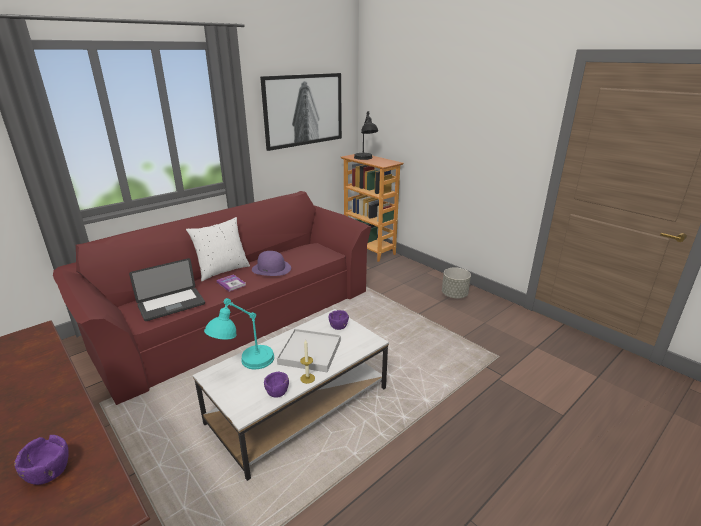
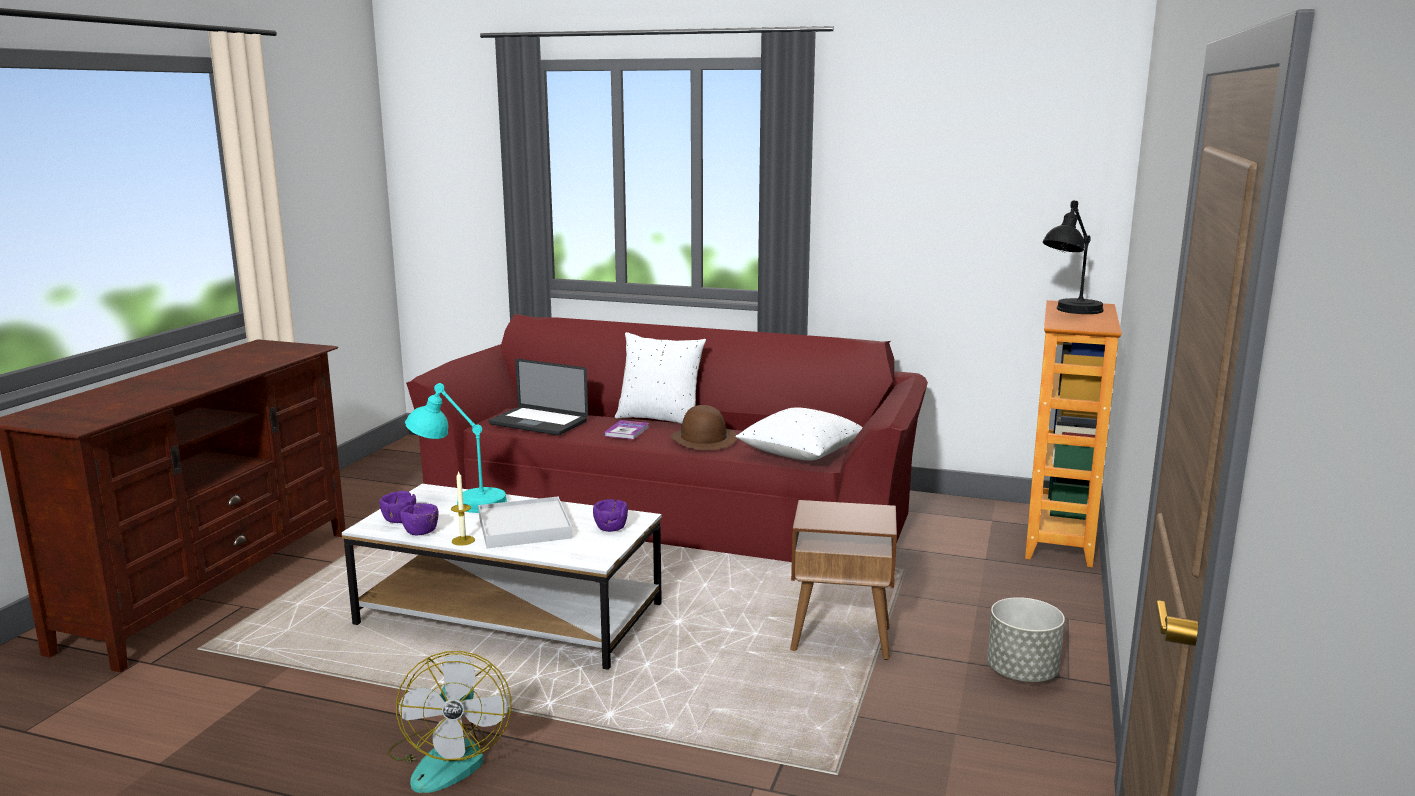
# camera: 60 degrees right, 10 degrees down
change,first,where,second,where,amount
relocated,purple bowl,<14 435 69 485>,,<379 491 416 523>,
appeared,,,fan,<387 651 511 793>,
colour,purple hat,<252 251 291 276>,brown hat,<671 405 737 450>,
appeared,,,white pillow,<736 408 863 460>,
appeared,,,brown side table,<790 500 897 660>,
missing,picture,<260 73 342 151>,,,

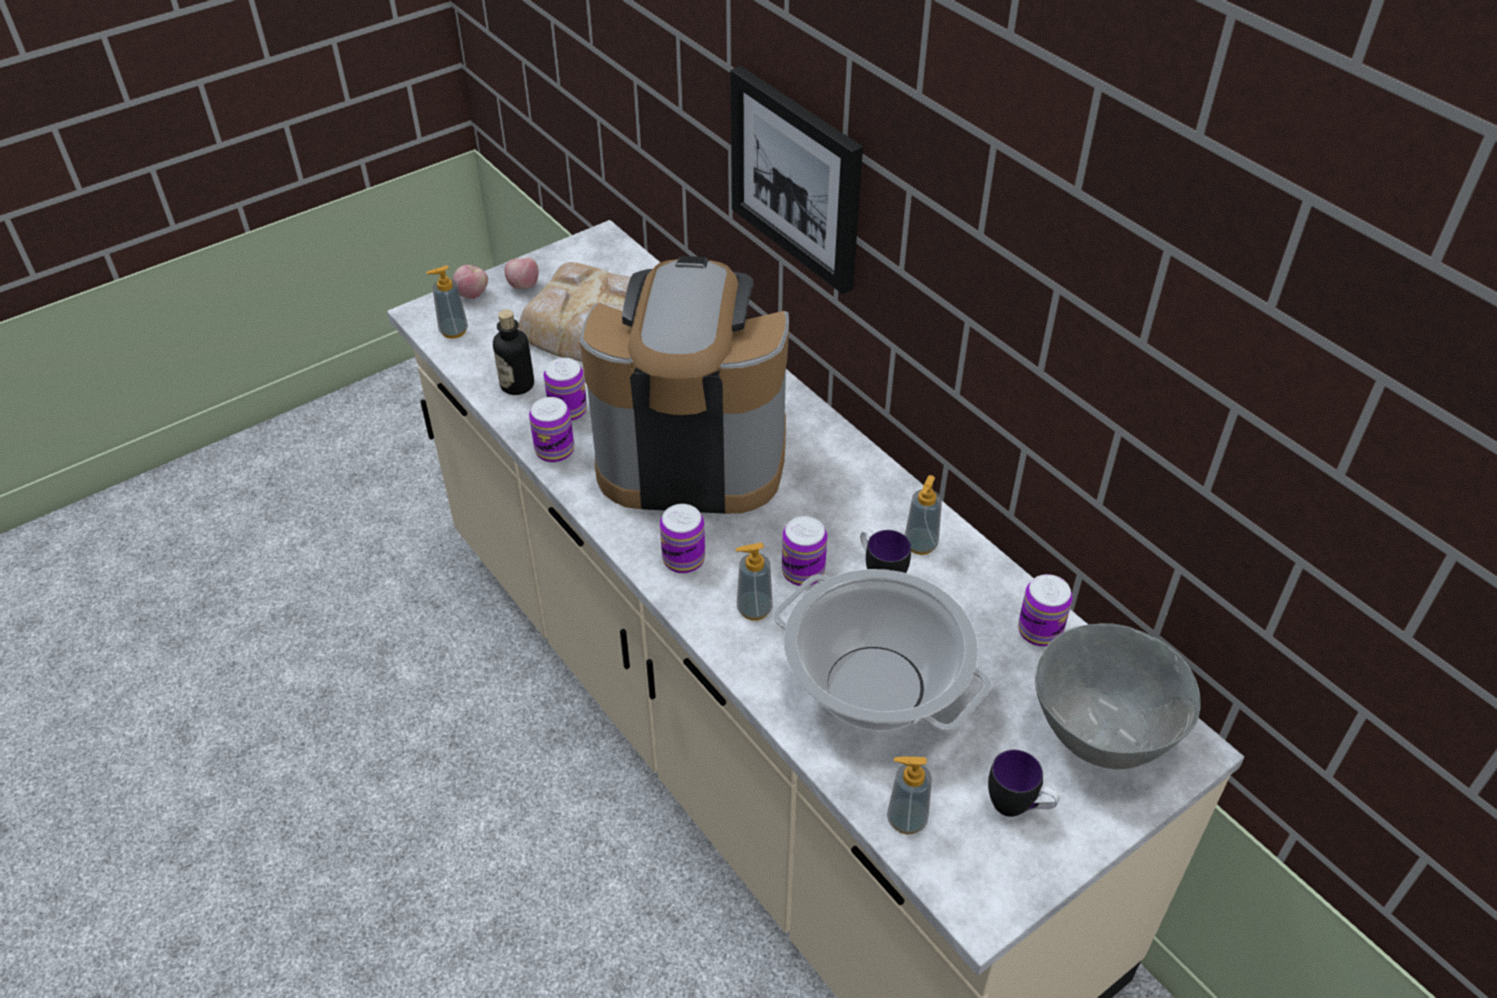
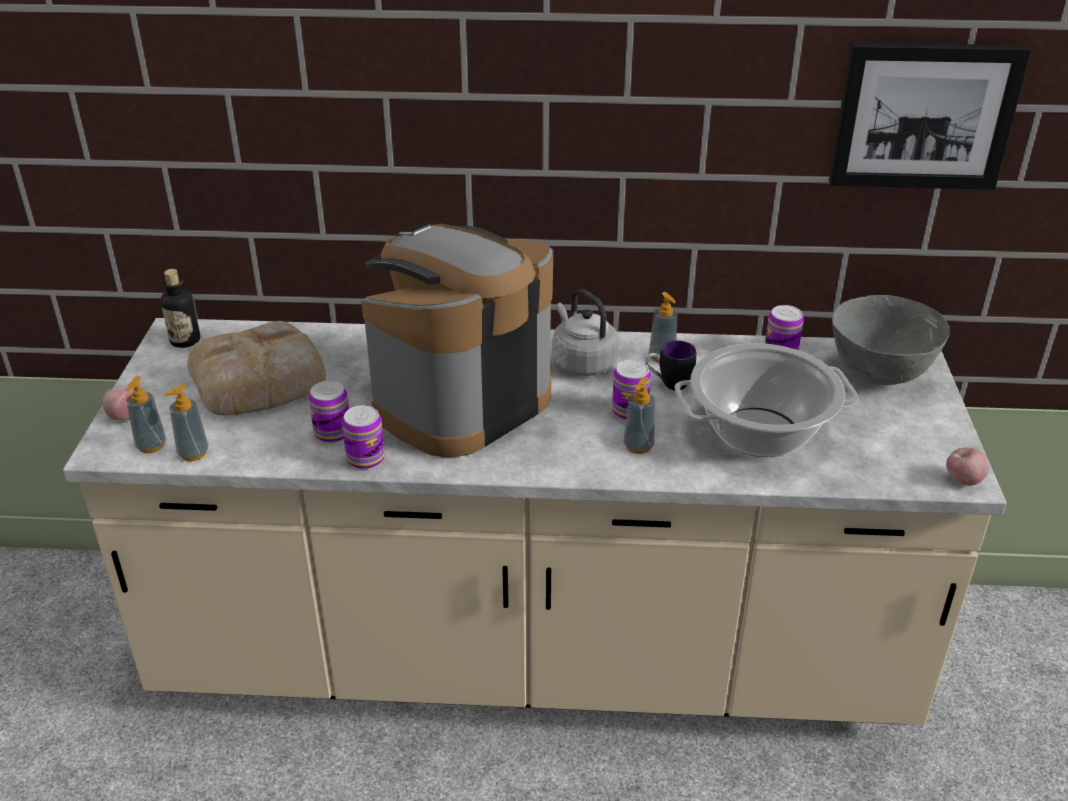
# camera: 50 degrees left, 10 degrees down
change,first,where,second,where,amount
relocated,bottle,<493 310 534 395>,,<161 269 200 348>,
relocated,soap dispenser,<887 756 932 835>,,<164 384 208 461>,
appeared,,,grey kettle,<552 289 619 376>,
relocated,picture,<730 66 863 294>,,<829 42 1031 190>,
relocated,apple,<504 257 539 289>,,<946 447 988 486>,
missing,can,<660 504 705 574>,,,
missing,mug,<988 750 1060 817>,,,

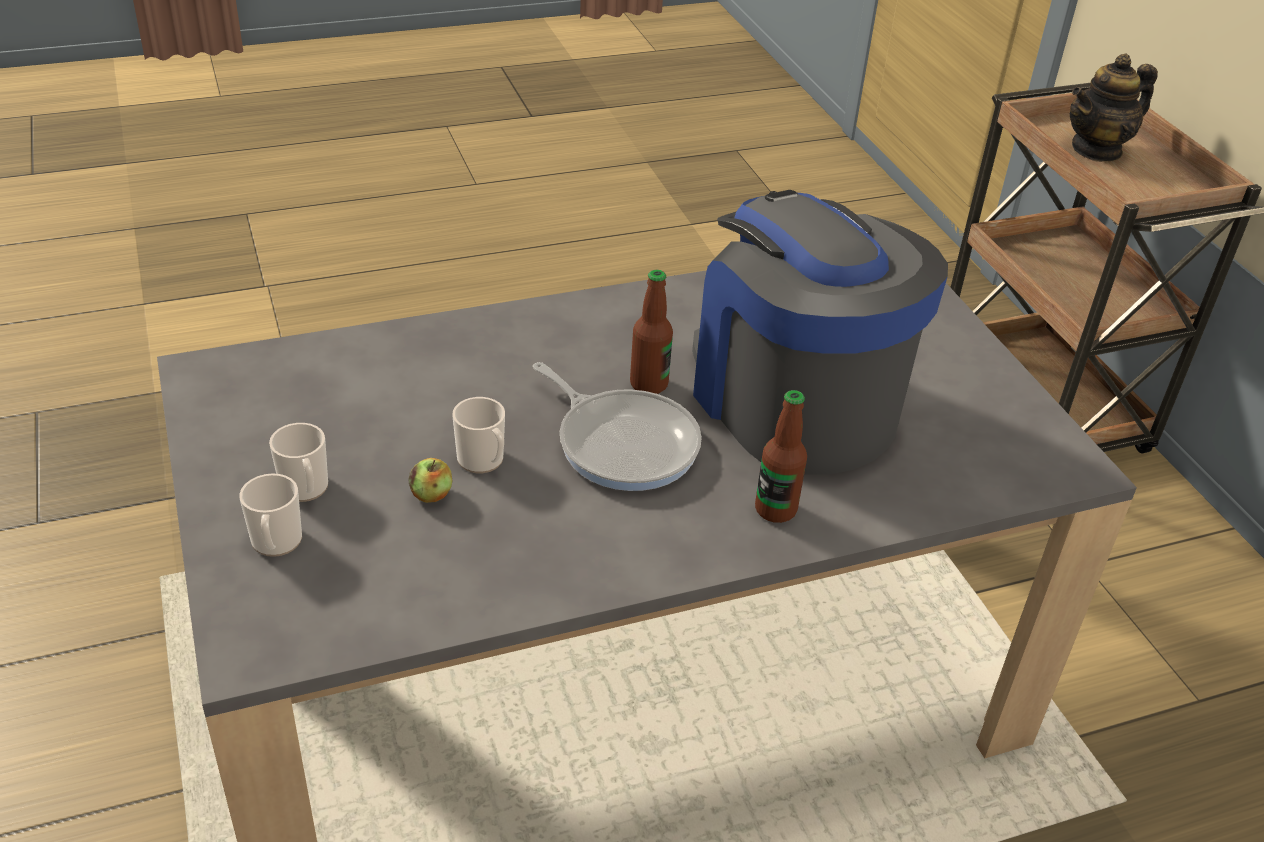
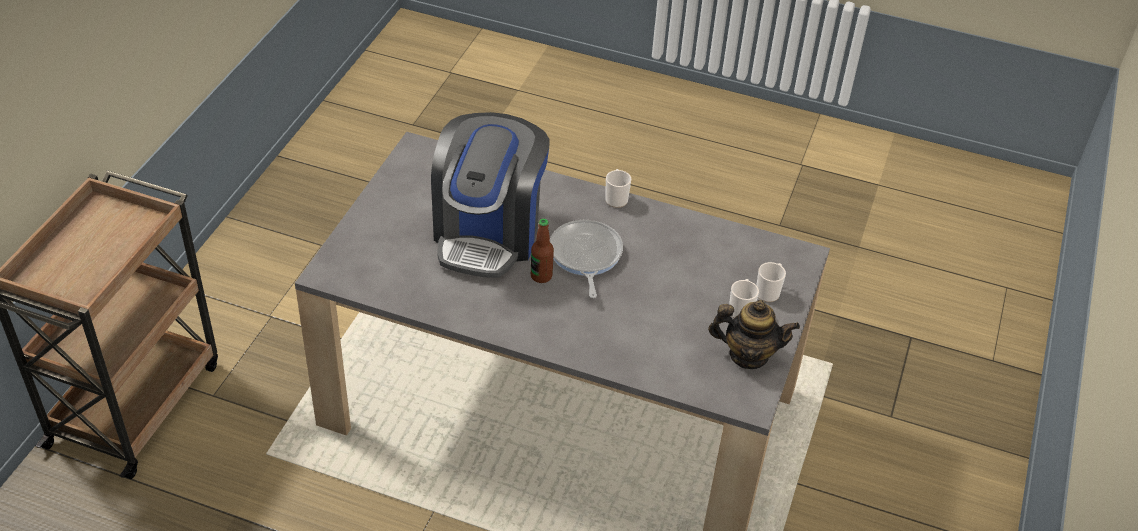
# camera: 140 degrees left, 5 degrees up
change,first,where,second,where,amount
relocated,mug,<452 397 505 473>,,<605 169 631 208>,
relocated,teapot,<1070 54 1158 162>,,<708 300 800 369>,
missing,apple,<409 458 452 503>,,,
missing,bottle,<755 390 807 523>,,,

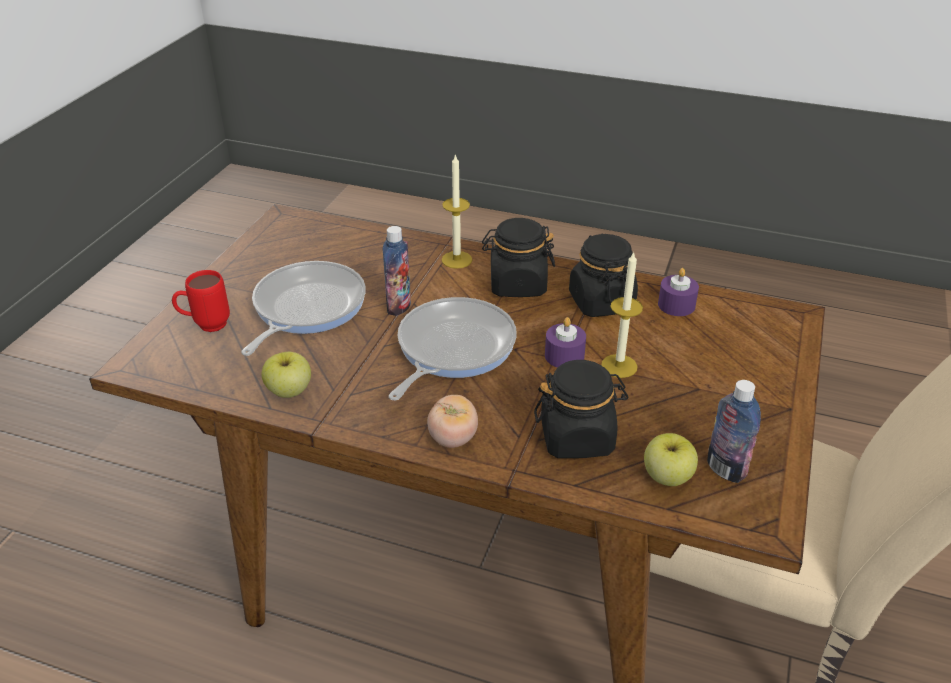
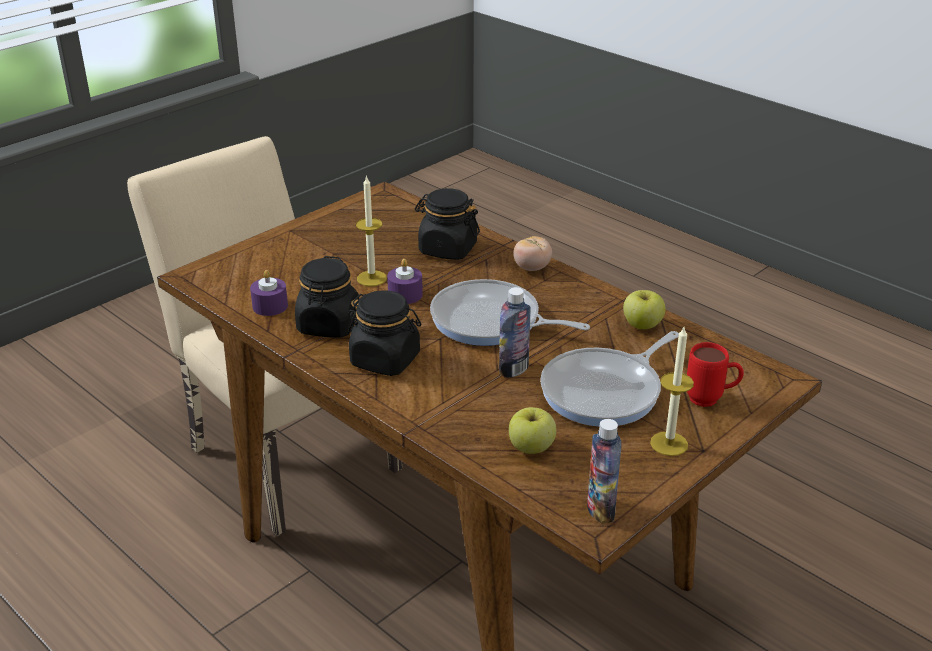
# camera: 155 degrees left, 5 degrees down
change,first,where,second,where,amount
spun,frying pan,<389 297 517 401>,,<430 279 590 346>,60 degrees clockwise
relocated,apple,<644 433 698 486>,,<509 407 556 454>,
relocated,bottle,<707 380 761 483>,,<587 419 622 524>,
relocated,candle,<441 154 472 269>,,<650 327 694 456>,

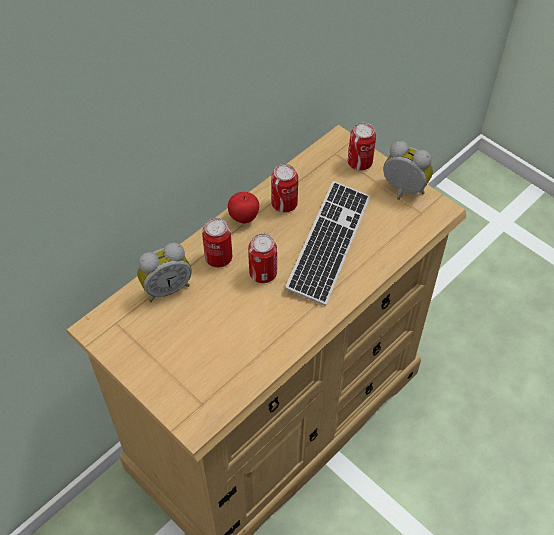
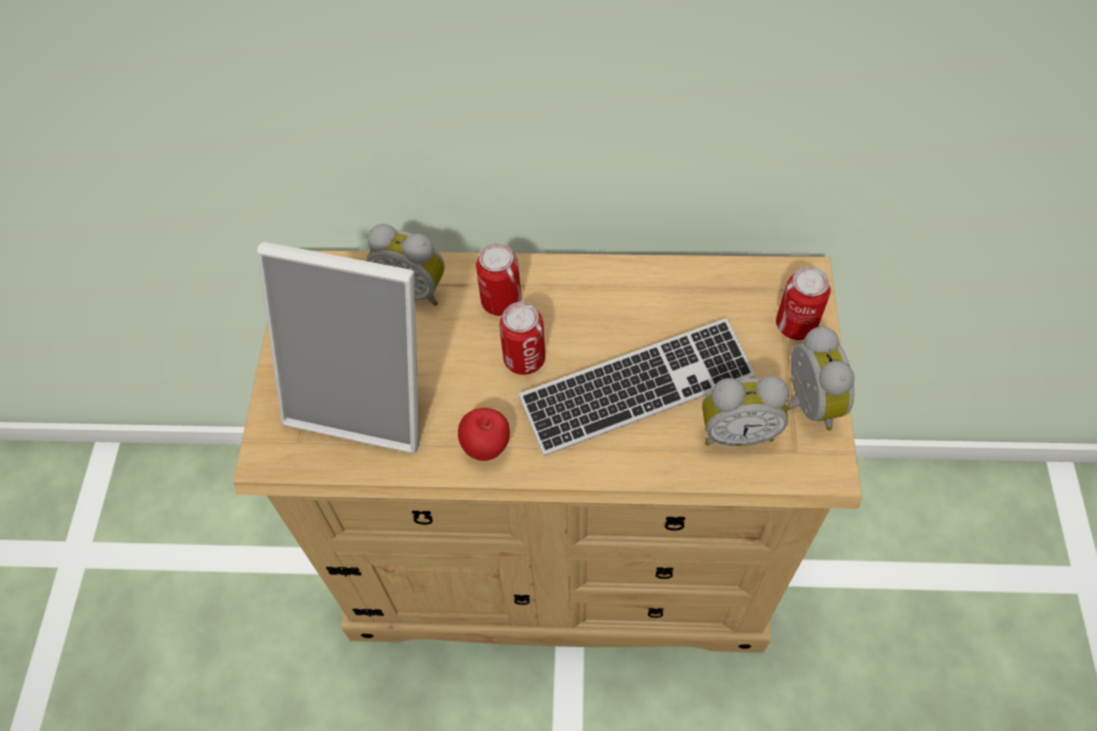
# camera: 50 degrees right, 5 degrees up
change,first,where,second,where,amount
appeared,,,picture frame,<257 242 419 454>,
relocated,apple,<228 192 259 223>,,<458 408 510 461>,
appeared,,,alarm clock,<702 376 789 446>,
missing,can,<271 164 298 213>,,,

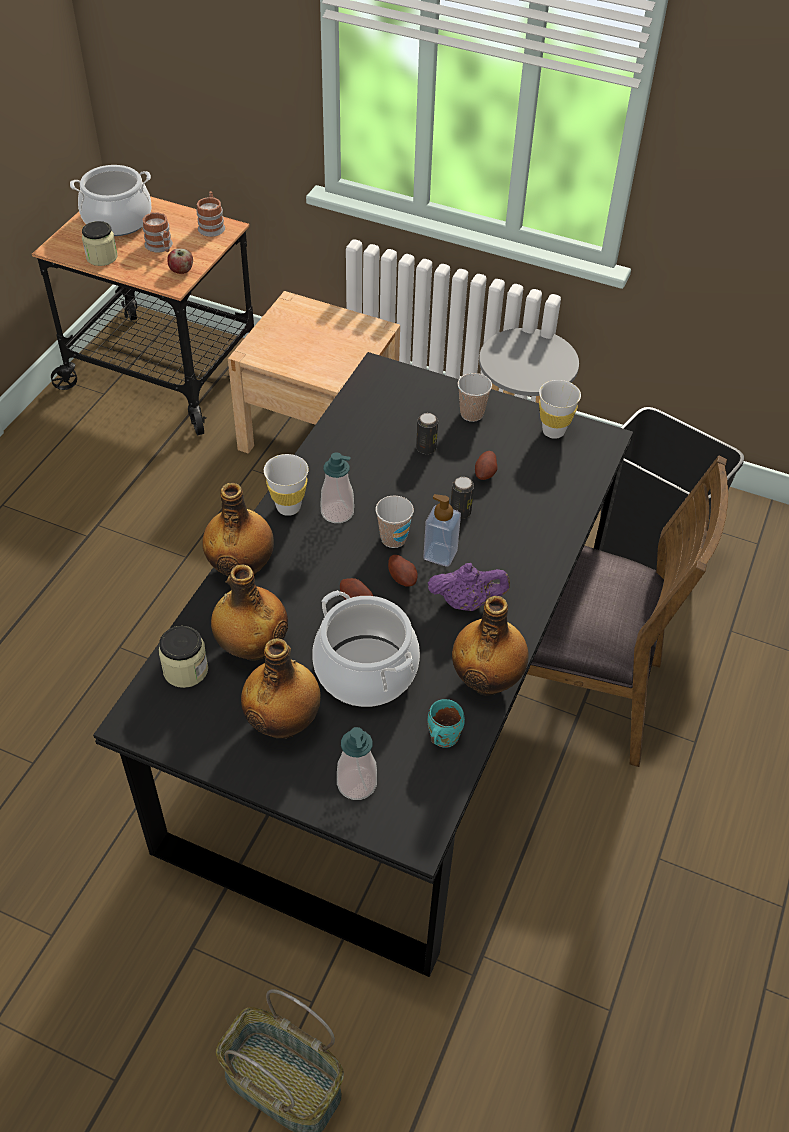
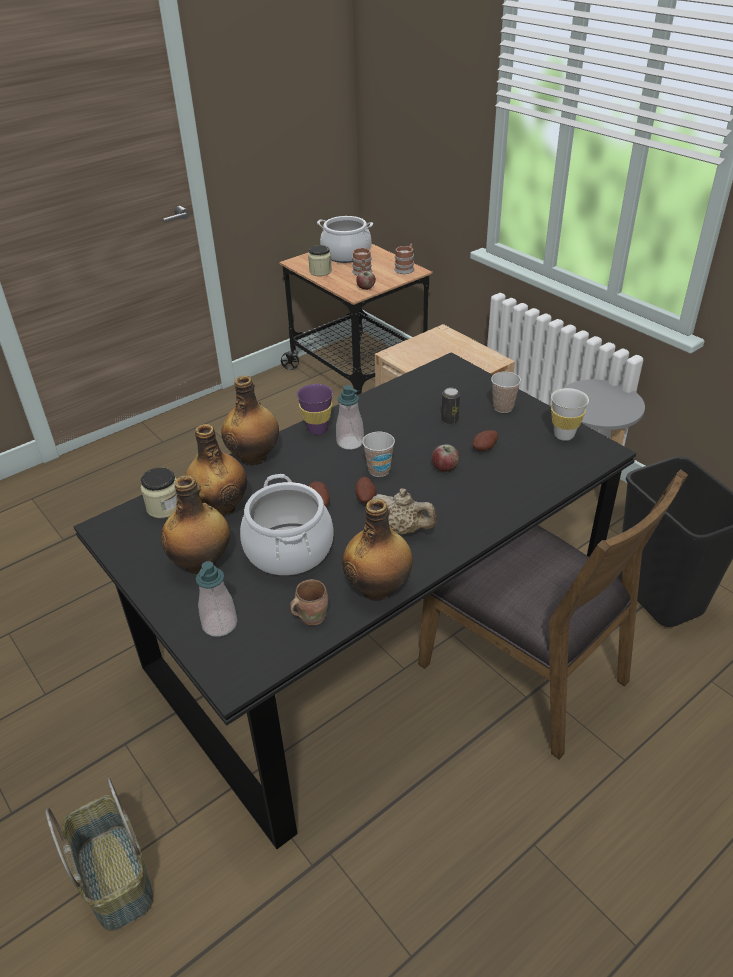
# camera: 30 degrees right, 10 degrees down
change,first,where,second,where,amount
colour,turquoise mug,<428 699 465 748>,brown mug,<289 579 328 626>,
colour,white cup,<264 454 309 516>,purple cup,<297 384 333 435>,
colour,purple teapot,<428 563 510 611>,beige teapot,<371 488 438 535>,
exchanged,can,<451 477 474 519>,apple,<432 444 459 472>,
missing,soap dispenser,<424 494 461 567>,,,

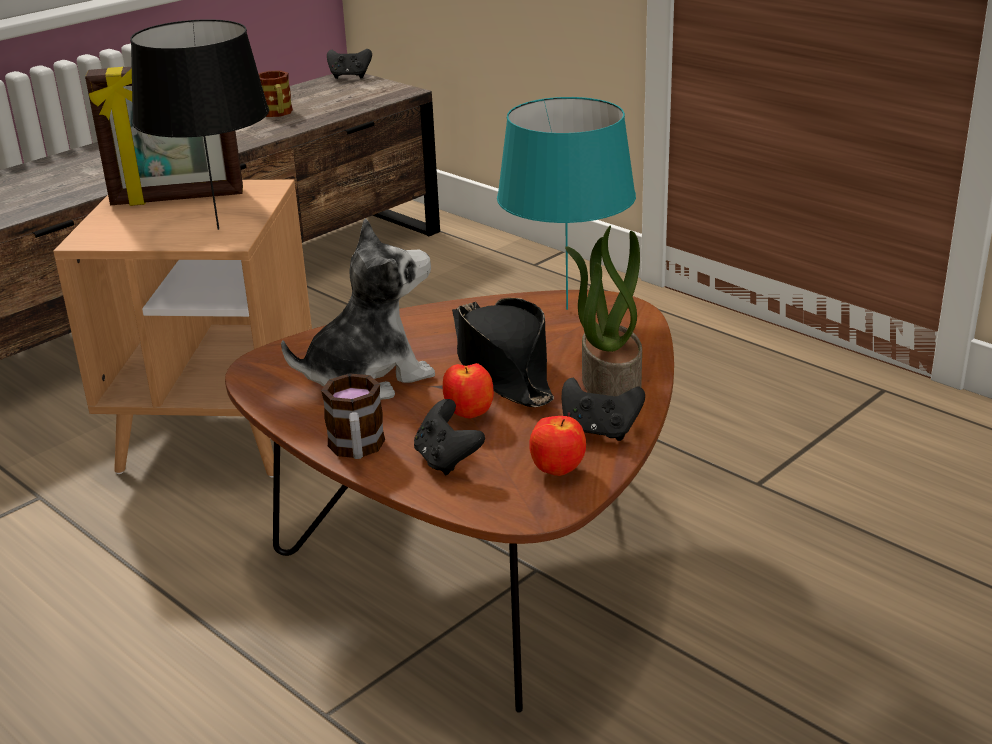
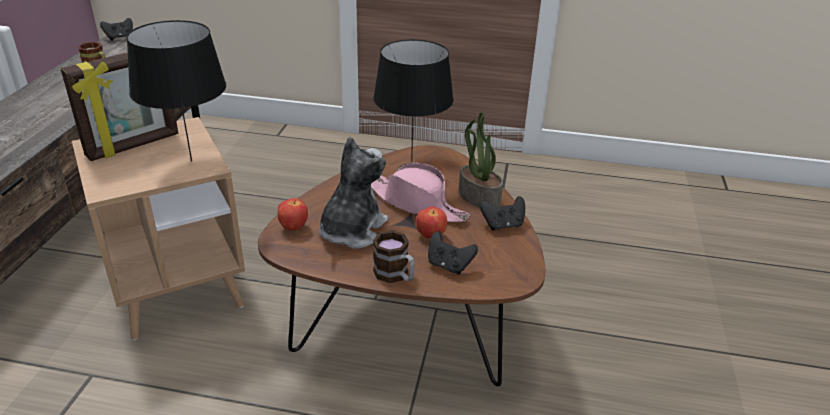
# camera: 35 degrees left, 5 degrees up
change,first,where,second,where,amount
relocated,apple,<529 416 586 476>,,<278 198 308 230>,
colour,black hat,<452 298 554 407>,pink hat,<371 162 470 223>,
colour,turquoise table lamp,<497 97 636 310>,black table lamp,<373 39 454 162>,

